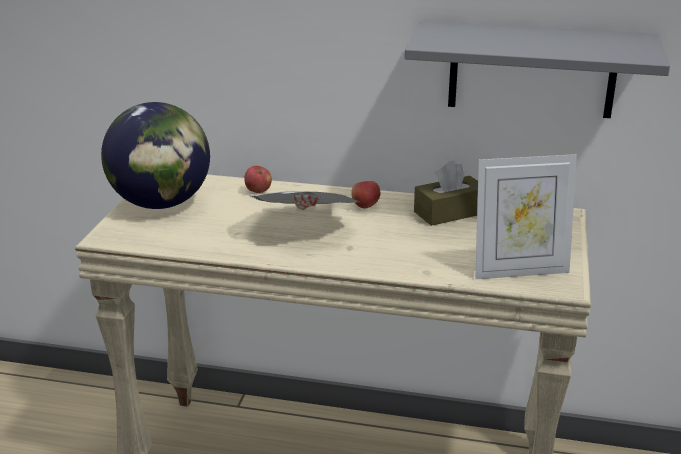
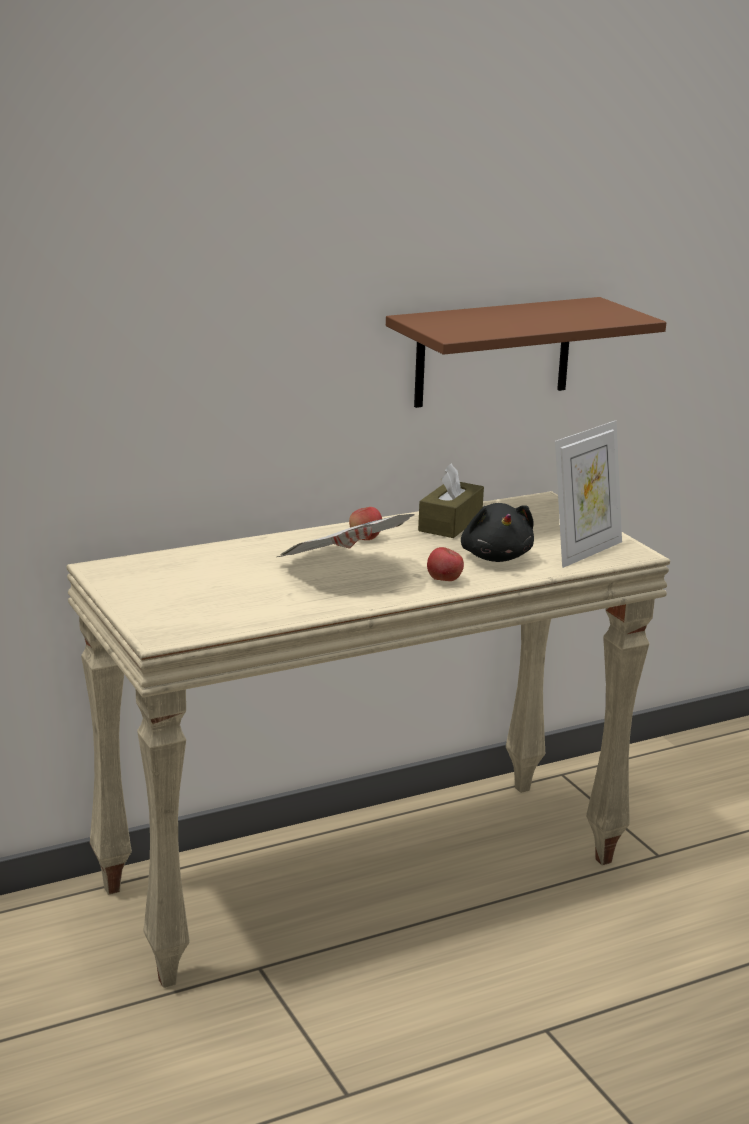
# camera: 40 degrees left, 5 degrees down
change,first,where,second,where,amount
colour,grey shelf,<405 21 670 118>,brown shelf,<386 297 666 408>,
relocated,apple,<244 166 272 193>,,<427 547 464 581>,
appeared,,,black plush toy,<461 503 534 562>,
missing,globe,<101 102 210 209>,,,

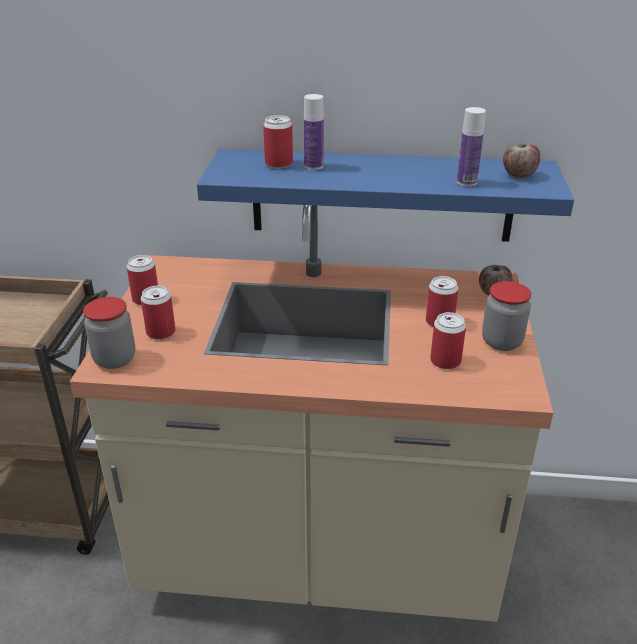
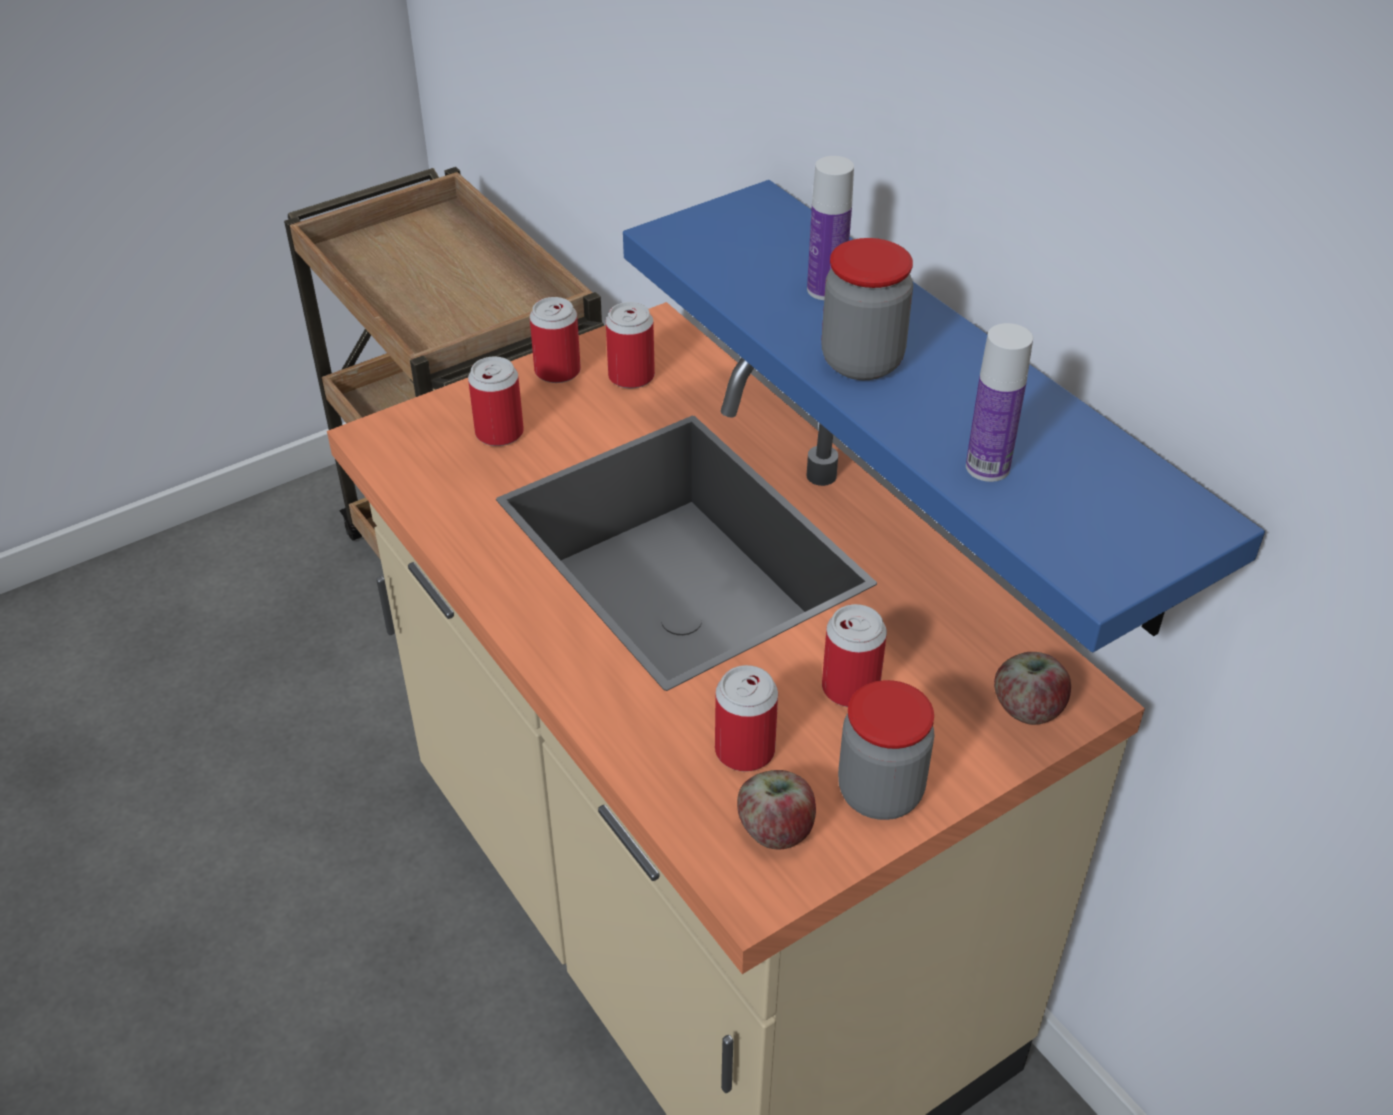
# camera: 50 degrees right, 10 degrees up
change,first,where,second,where,amount
relocated,can,<263 115 293 169>,,<606 302 655 389>,
relocated,apple,<503 143 540 178>,,<737 770 816 849>,
relocated,jar,<83 297 135 369>,,<821 238 913 380>,

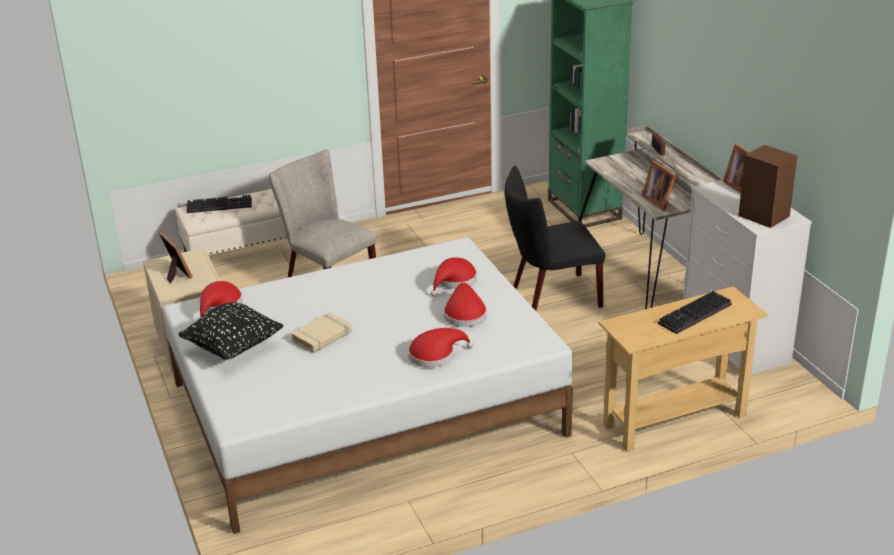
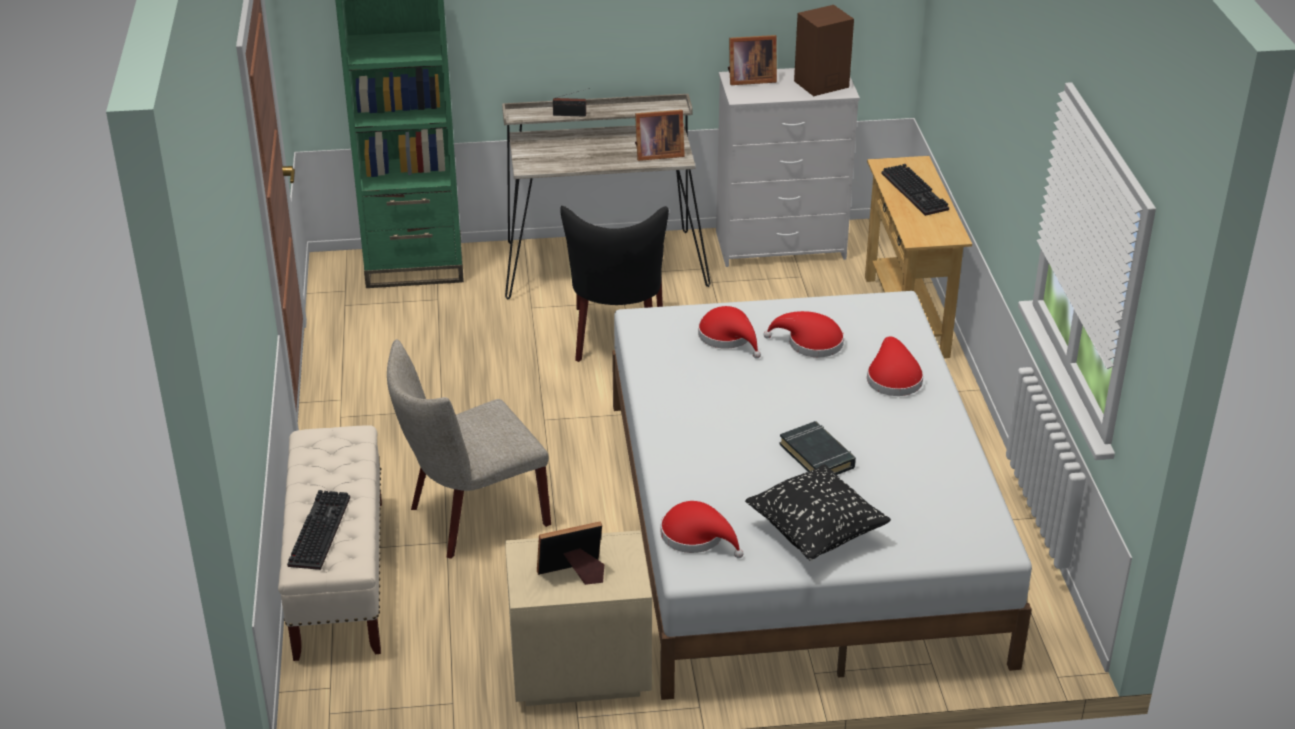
# camera: 75 degrees left, 5 degrees up
change,first,where,second,where,amount
colour,beige book,<291 312 352 353>,black book,<779 421 856 475>,

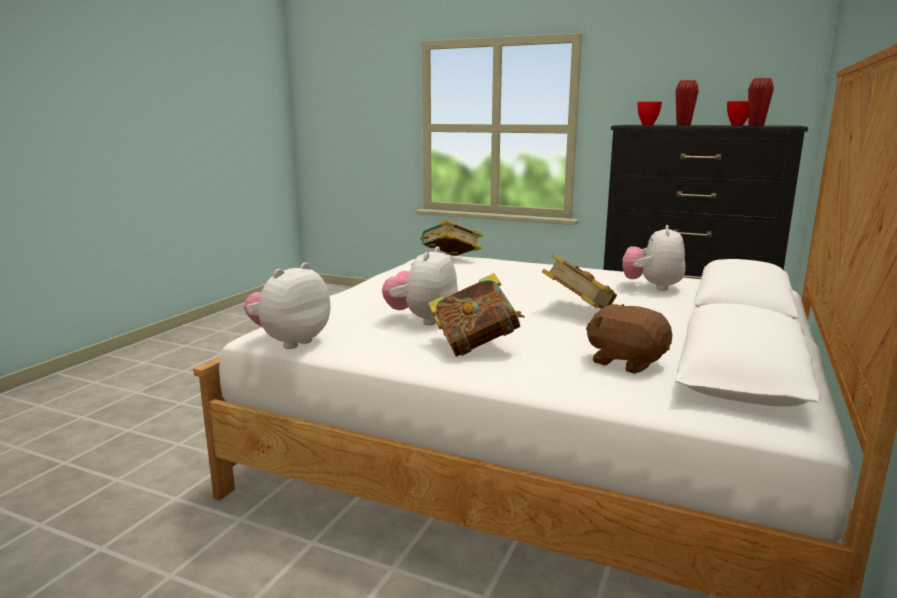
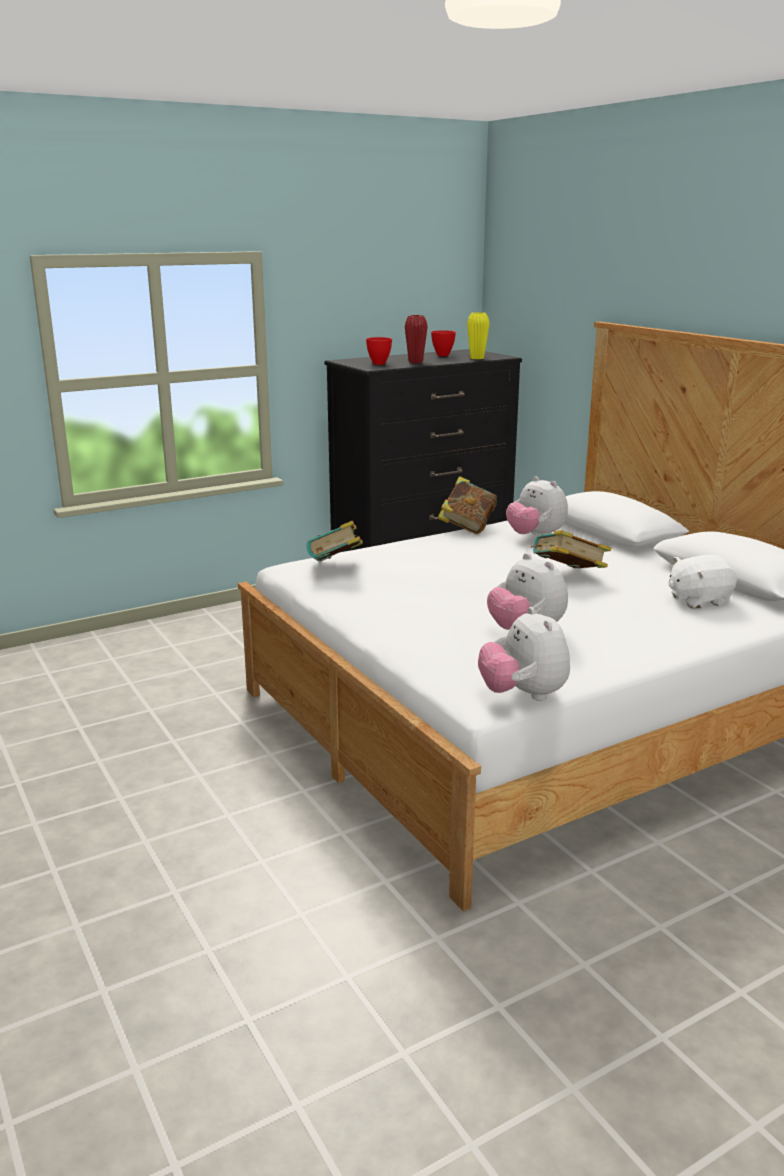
# camera: 55 degrees left, 5 degrees up
change,first,where,second,where,amount
relocated,book,<428 273 525 357>,,<437 476 497 534>,
colour,red vase,<748 78 774 126>,yellow vase,<467 312 490 359>,
colour,brown plush toy,<586 304 672 374>,white plush toy,<669 555 737 608>,

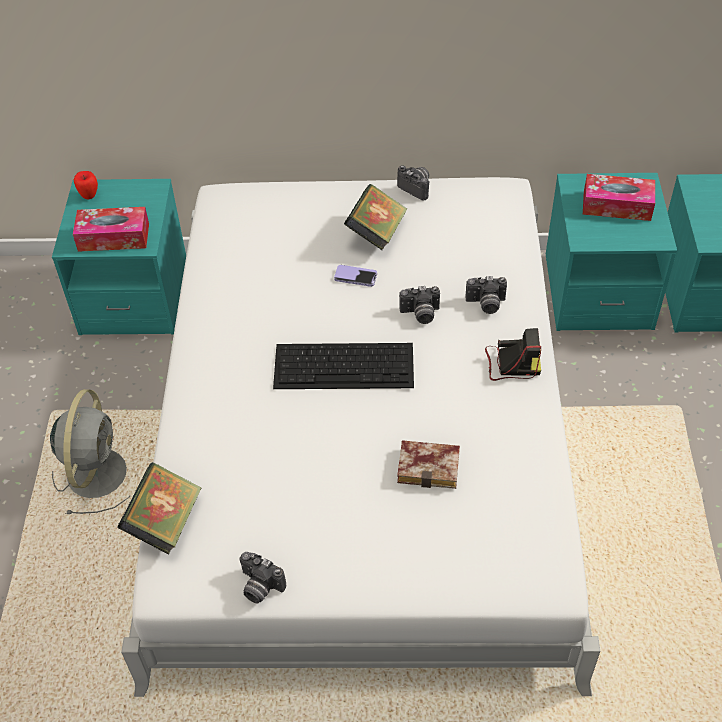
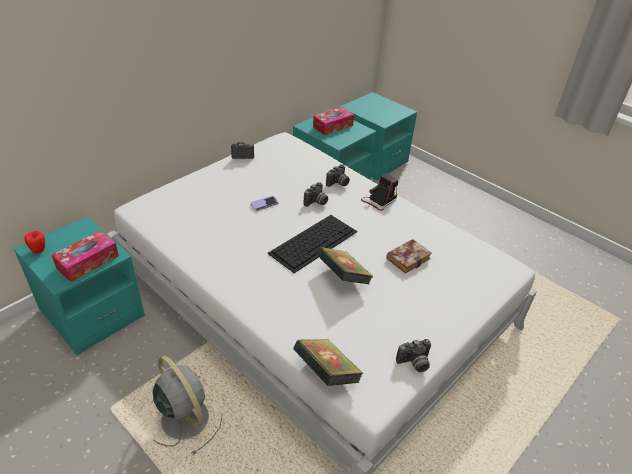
# camera: 50 degrees left, 10 degrees down
change,first,where,second,where,amount
relocated,book,<344 184 407 250>,,<317 247 373 284>,

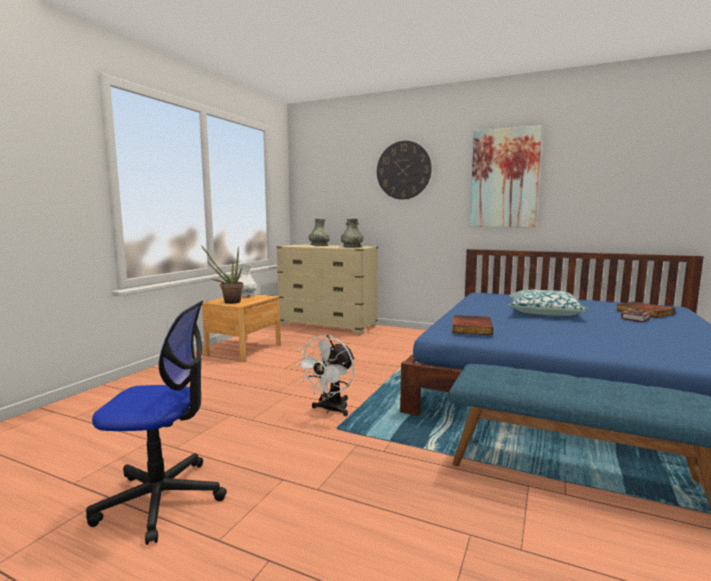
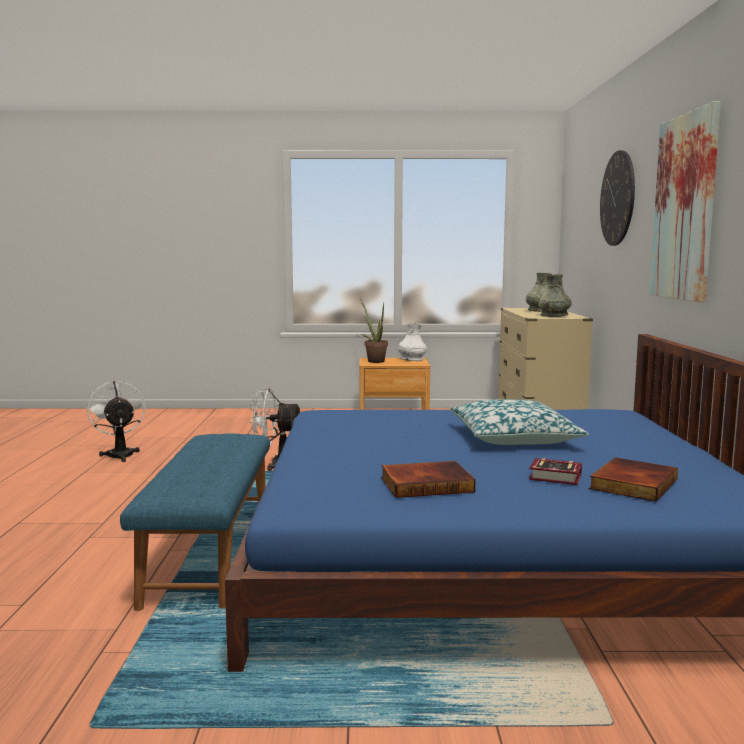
# camera: 65 degrees right, 0 degrees up
change,first,where,second,where,amount
exchanged,office chair,<86 301 227 545>,white fan,<87 381 145 462>,
relocated,book,<452 315 493 335>,,<381 461 476 498>,

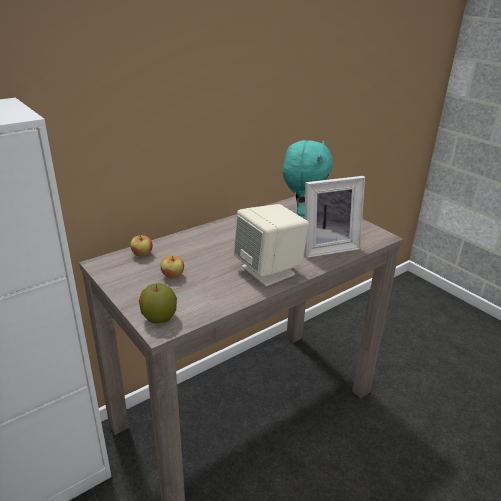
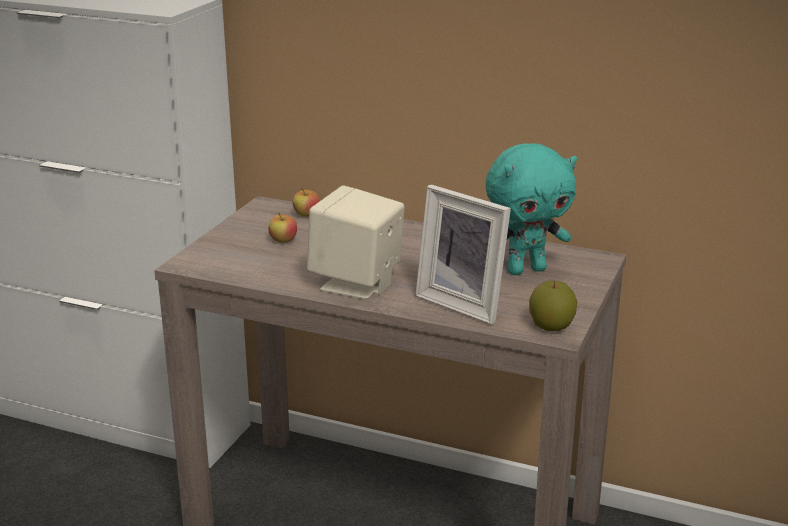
# camera: 60 degrees right, 5 degrees down
change,first,where,second,where,amount
relocated,apple,<139 283 177 323>,,<529 280 578 331>,

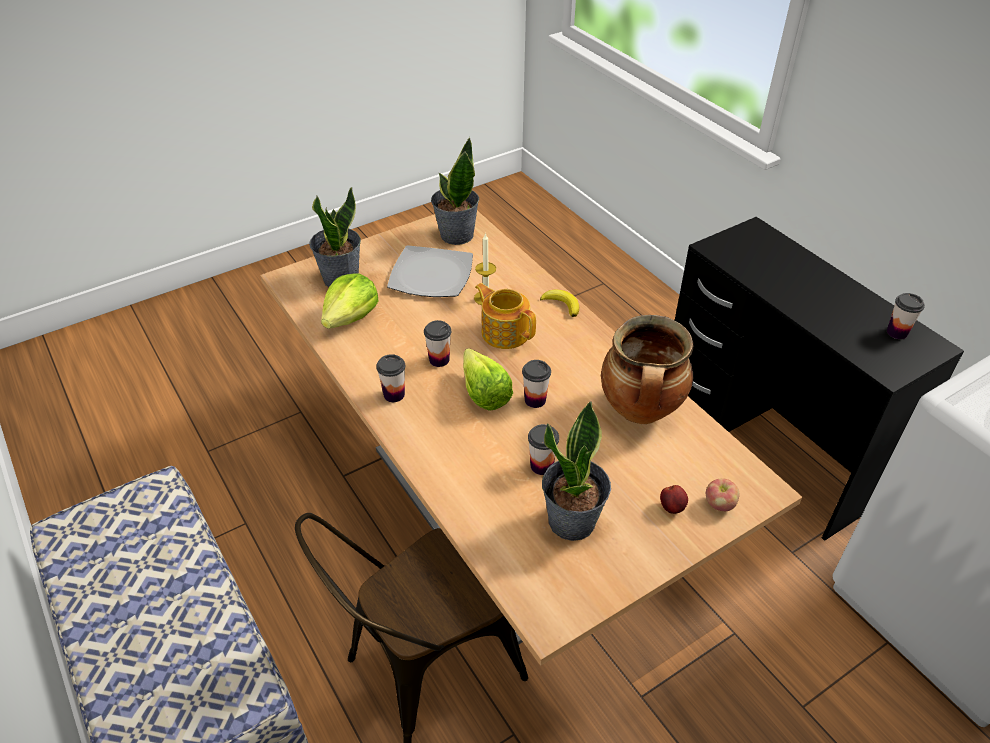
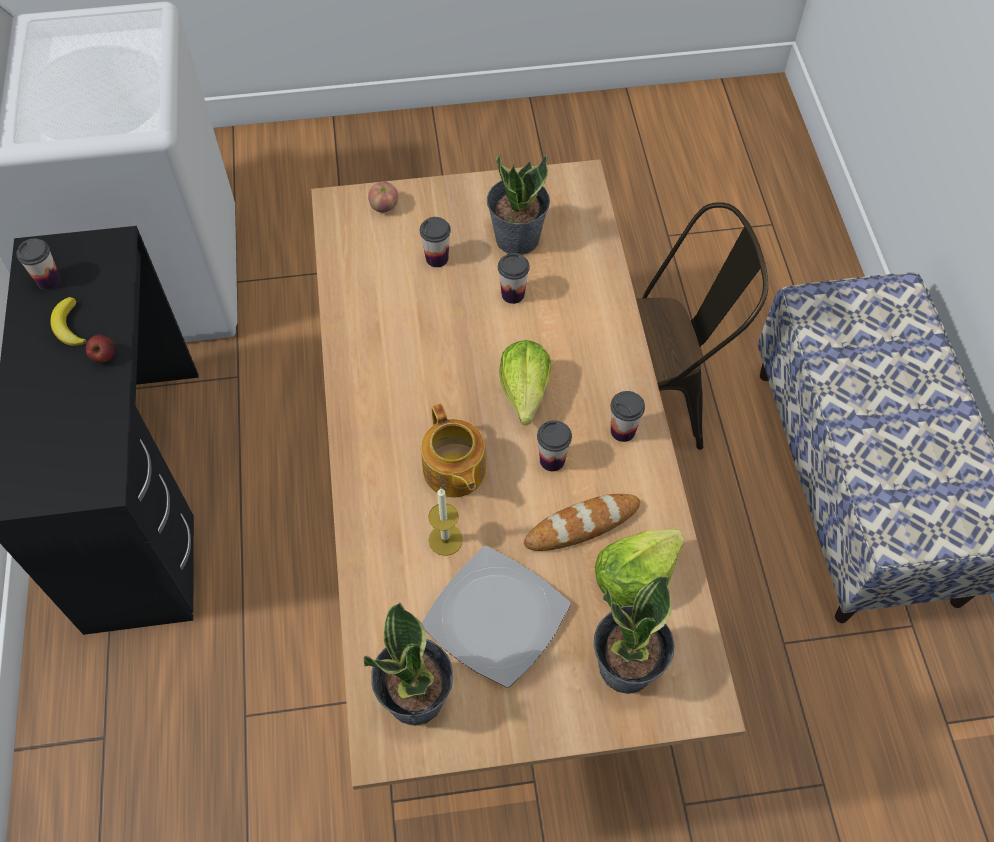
# camera: 155 degrees left, 15 degrees up
change,first,where,second,where,amount
relocated,banana,<540 289 579 317>,,<50 297 87 346>,
relocated,apple,<660 485 688 514>,,<86 335 115 363>,
relocated,cup,<522 360 551 408>,,<420 217 451 267>,
appeared,,,bread,<524 494 640 551>,
missing,cooking pot,<601 315 693 424>,,,

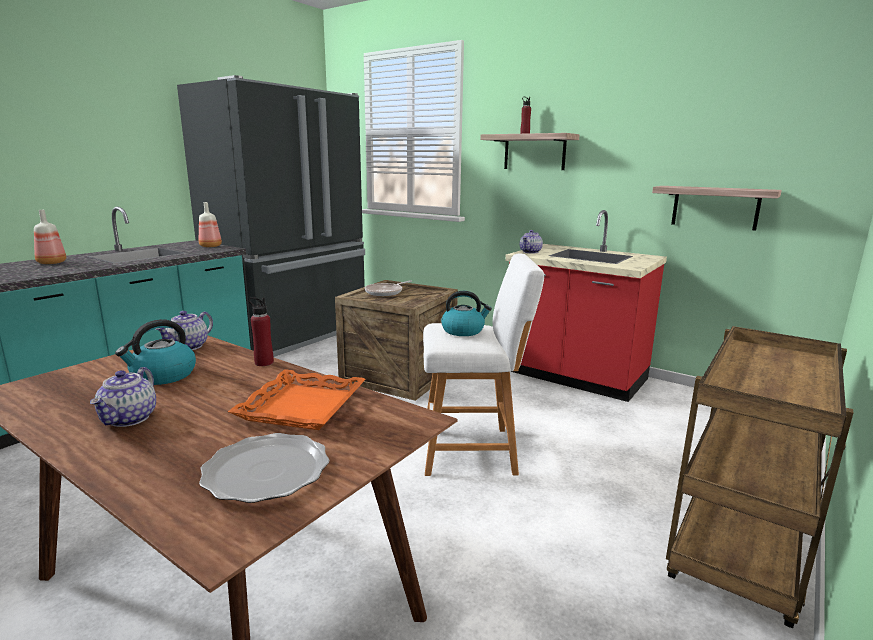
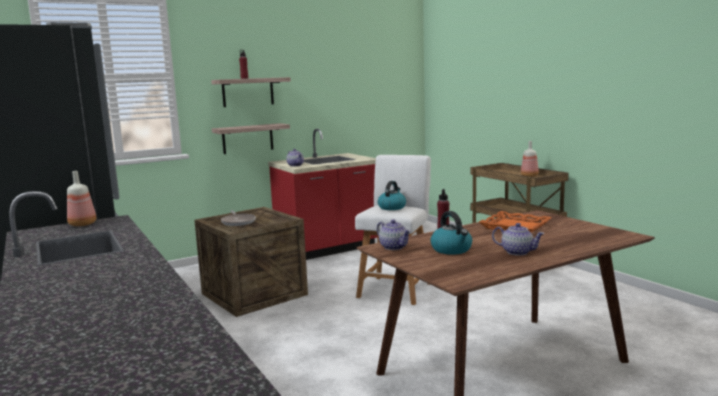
# camera: 65 degrees left, 5 degrees down
change,first,where,second,where,amount
relocated,shelf,<652 186 782 231>,,<212 123 290 154>,
relocated,bottle,<34 210 66 264>,,<521 141 539 177>,
missing,plate,<199 433 329 503>,,,

